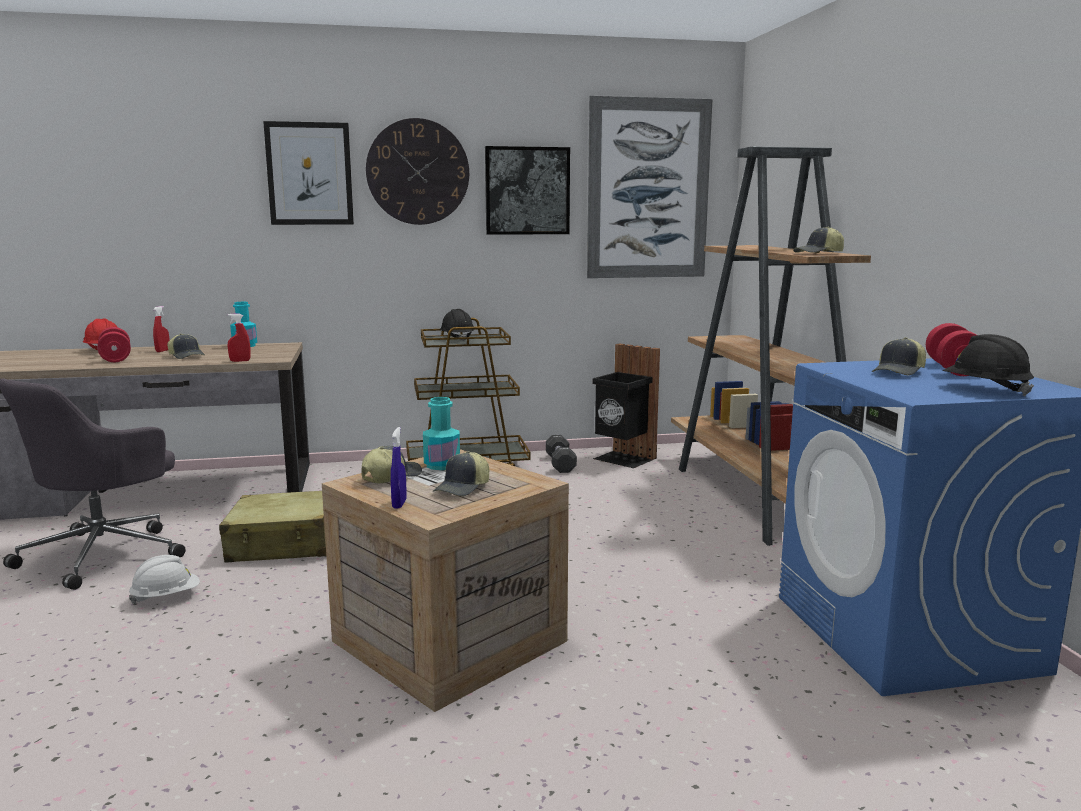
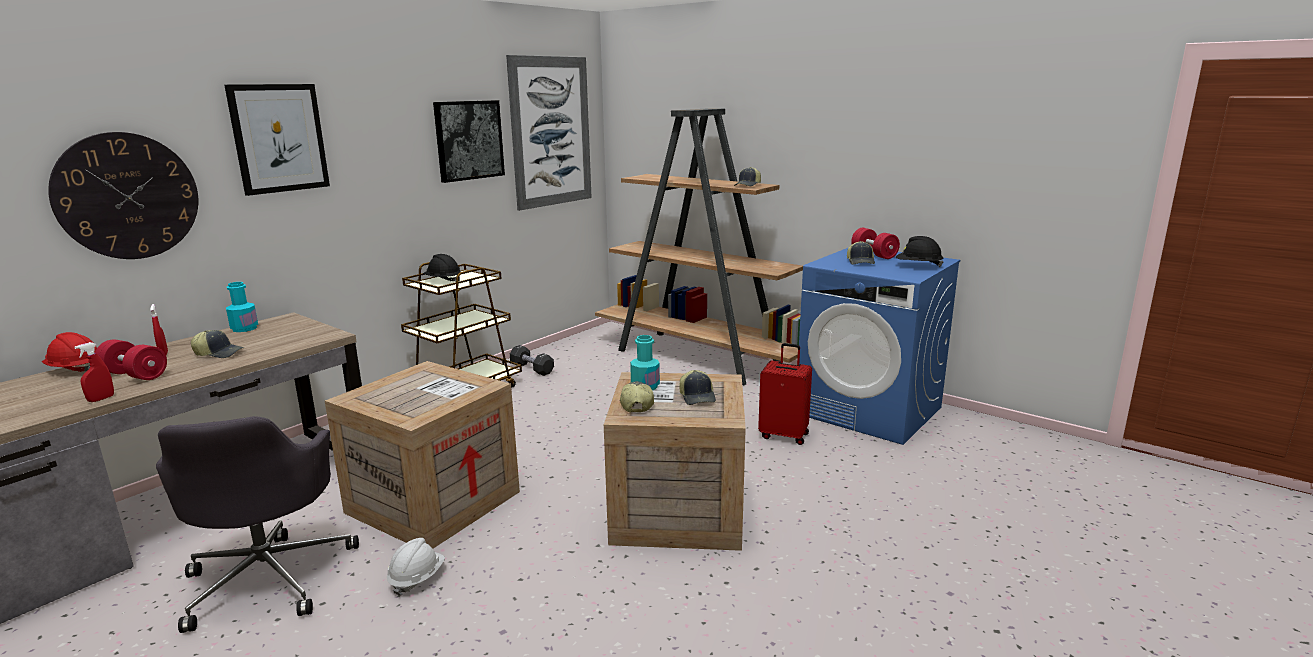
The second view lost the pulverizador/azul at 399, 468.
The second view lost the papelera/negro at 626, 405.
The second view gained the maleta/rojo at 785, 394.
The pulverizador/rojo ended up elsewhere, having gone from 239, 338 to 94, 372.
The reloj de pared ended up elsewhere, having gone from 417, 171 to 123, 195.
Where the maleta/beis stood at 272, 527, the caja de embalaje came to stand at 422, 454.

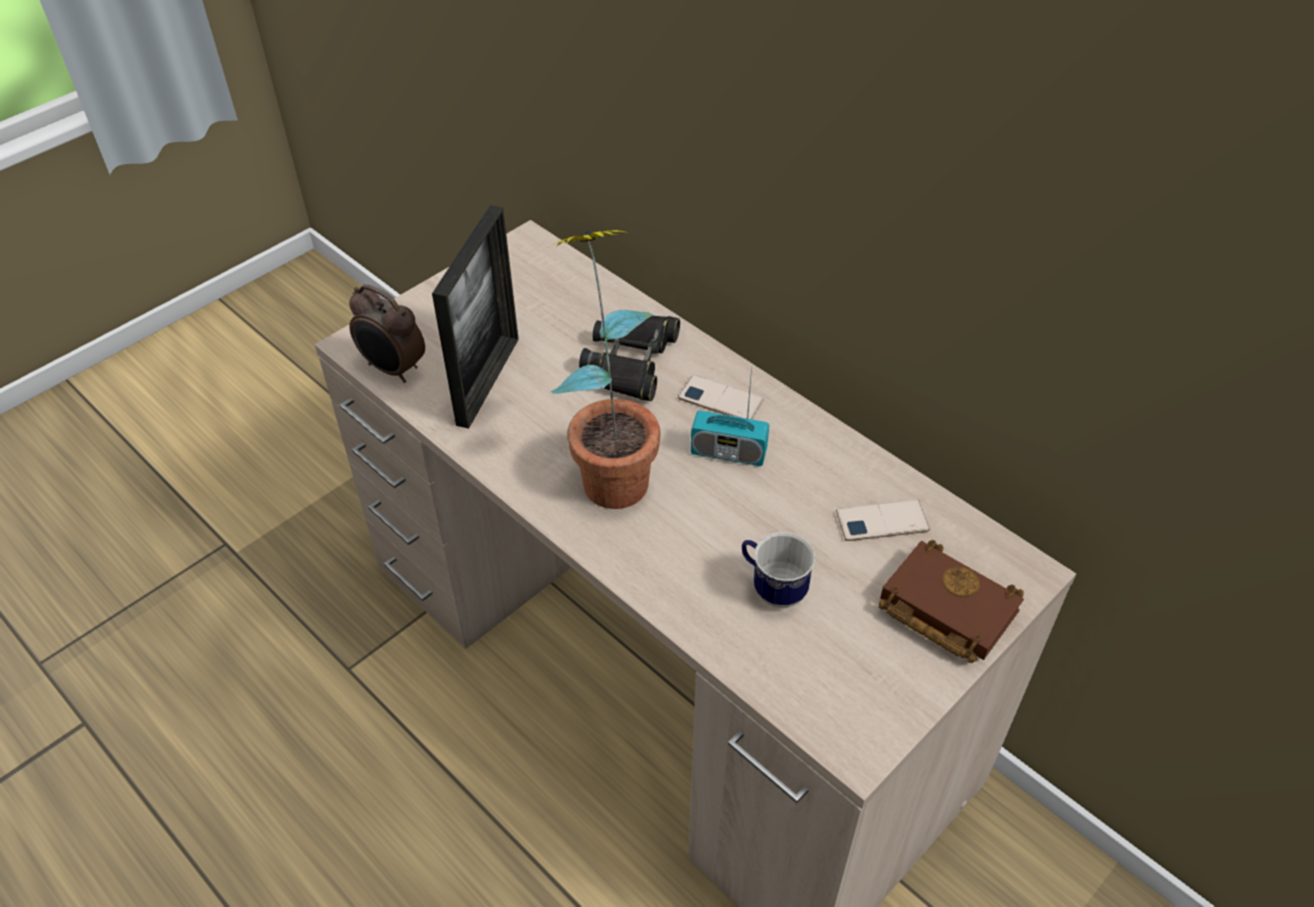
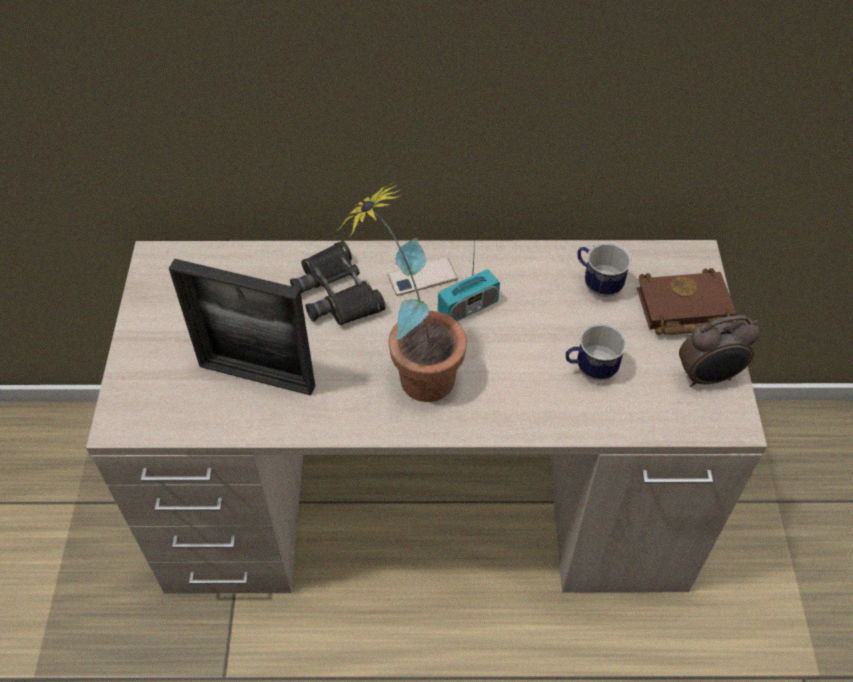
The despertador ended up elsewhere, having gone from 387, 333 to 719, 351.
Where the móvil stood at 883, 520, the taza grande came to stand at 604, 269.
The portarretratos at 475, 317 ended up facing another way, 135 degrees clockwise from before.

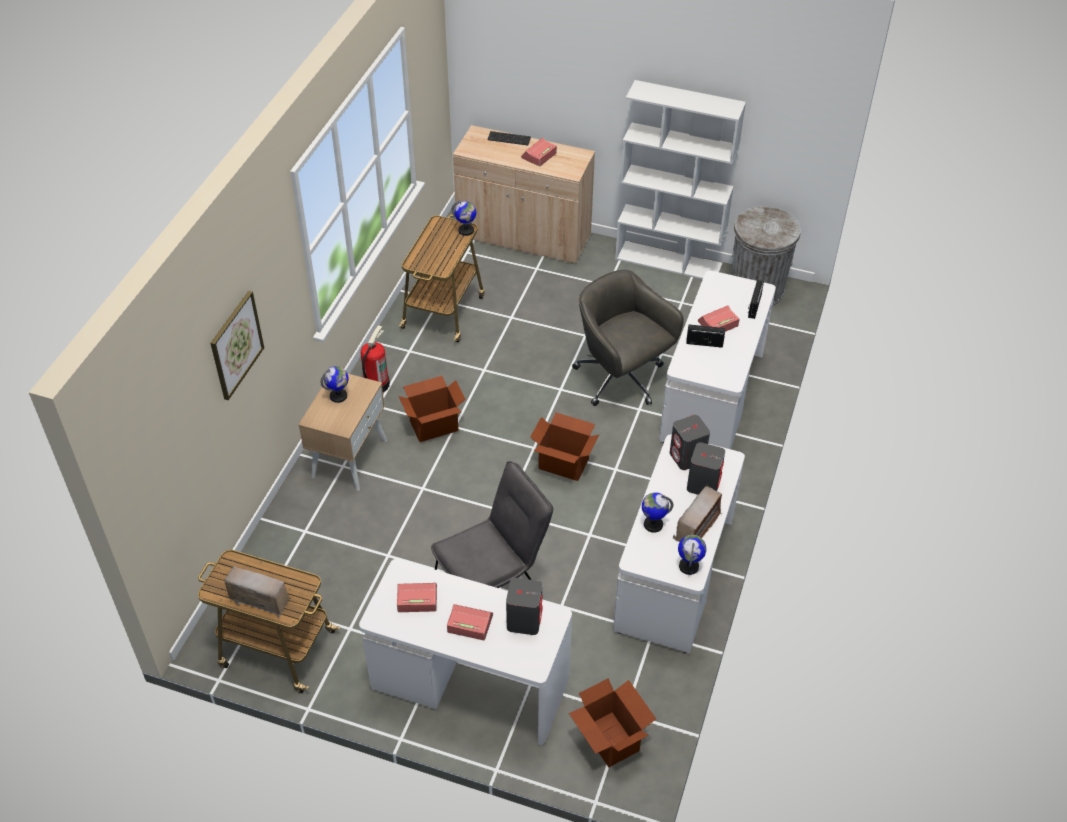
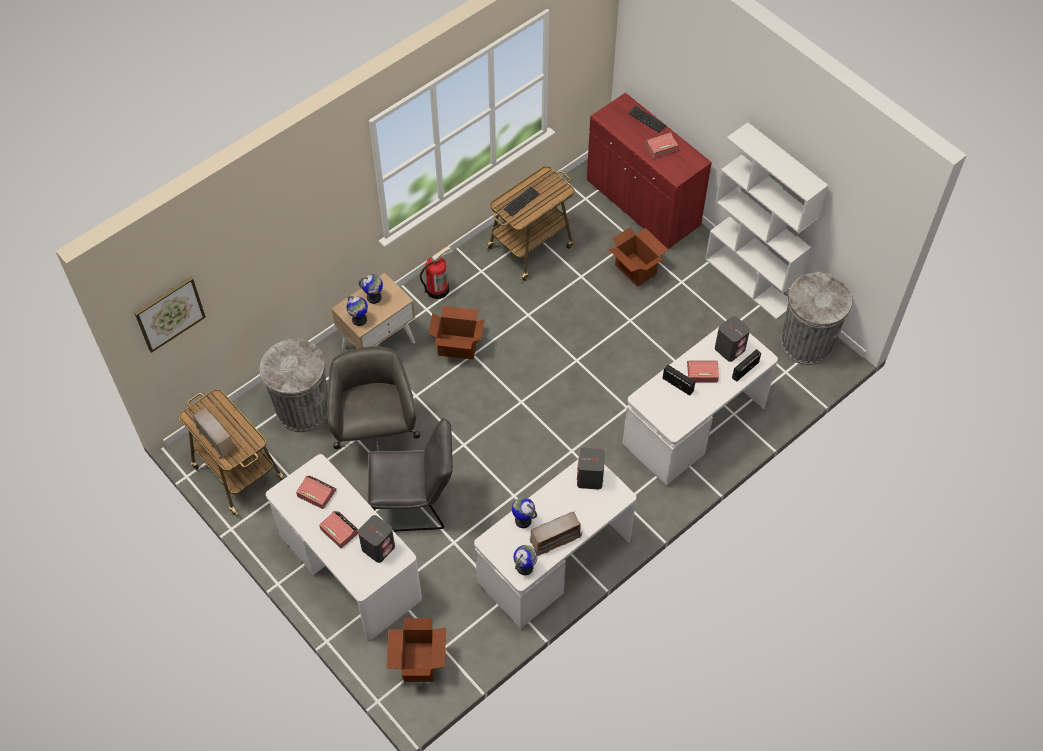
The second view gained the papelera/gris at 294, 385.
The second view gained the teclado at 522, 201.
The cuadro ended up elsewhere, having gone from 237, 345 to 170, 315.
The globo terráqueo ended up elsewhere, having gone from 464, 218 to 357, 311.
The caja de cartón ended up elsewhere, having gone from 564, 446 to 638, 257.
The silla de oficina/gris ended up elsewhere, having gone from 628, 338 to 373, 398.
The altavoz/gris ended up elsewhere, having gone from 706, 468 to 732, 339.
What was the armario/beis at 524, 194 turned into the armario/rojo at 649, 170.

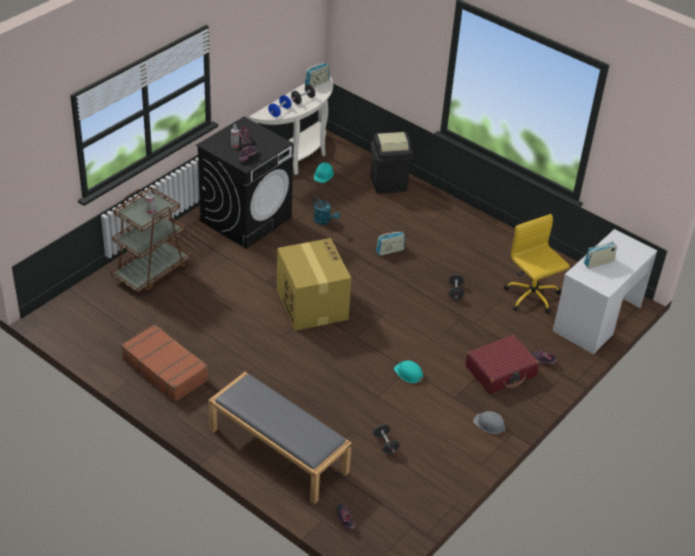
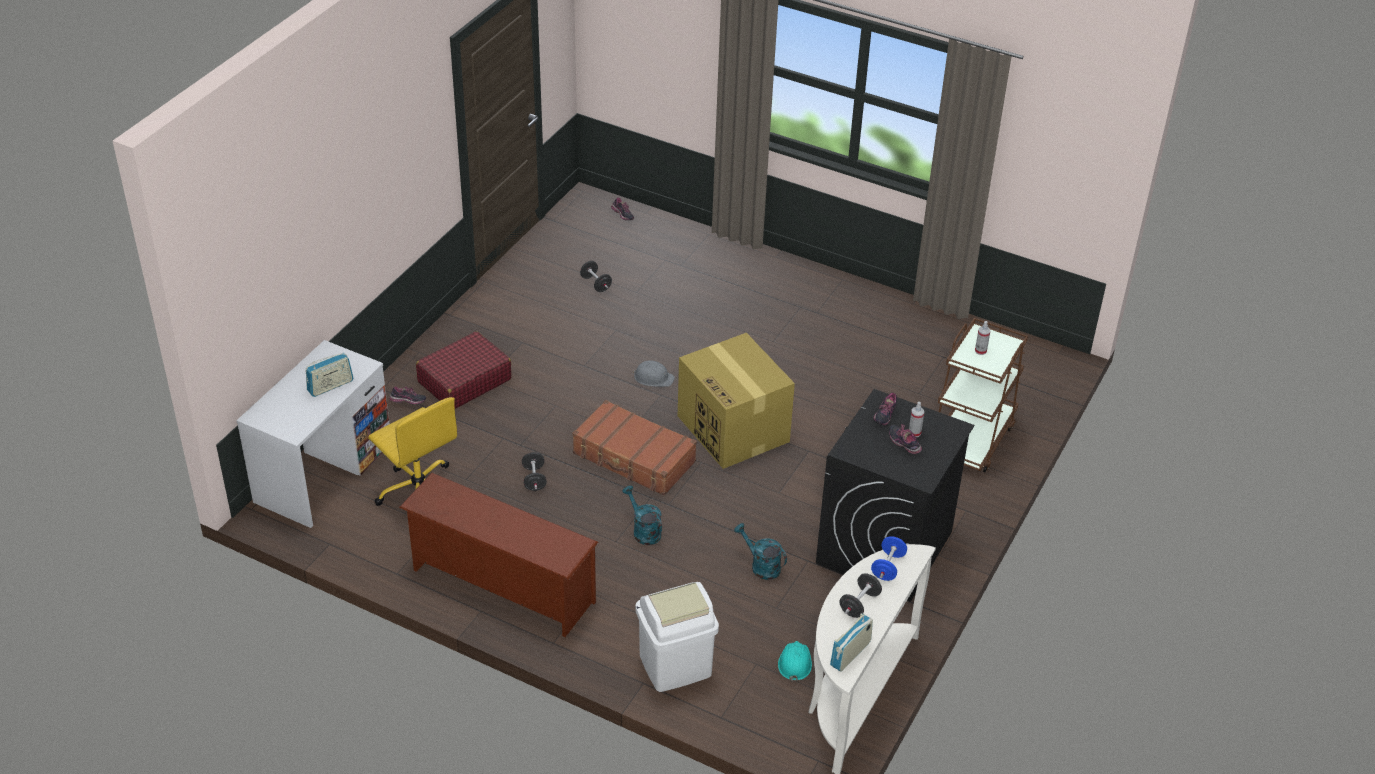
The second view lost the banco/gris at 280, 438.
The second view lost the casco/turquesa at 409, 371.
The second view gained the zapatero/marrón at 499, 555.
The maleta/marrón ended up elsewhere, having gone from 165, 363 to 634, 448.
The casco/gris ended up elsewhere, having gone from 490, 422 to 653, 373.
Where the radio stood at 390, 244, the regadera/turquesa came to stand at 642, 515.
What was the papelera/negro at 392, 163 turned into the papelera/blanco at 677, 637.

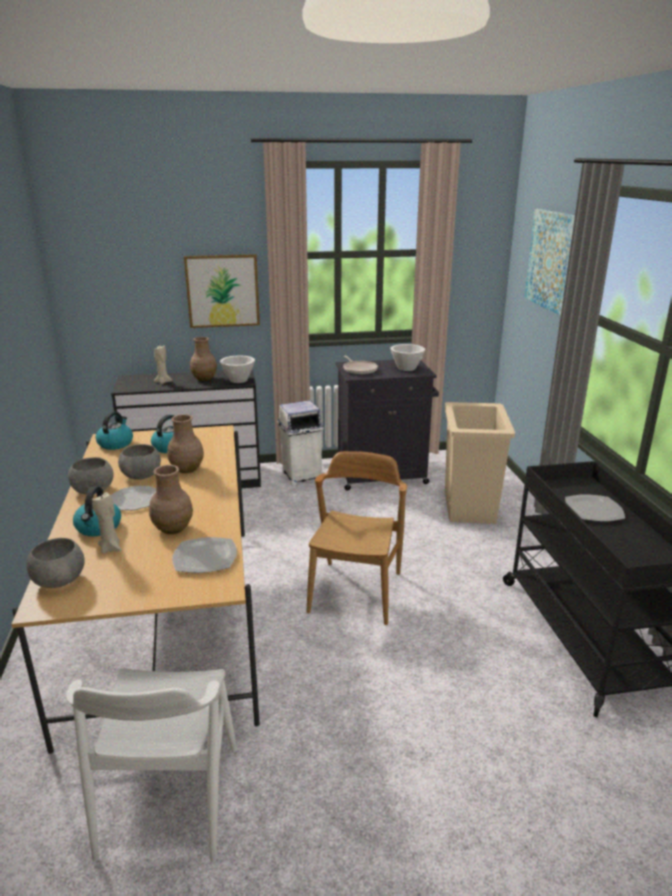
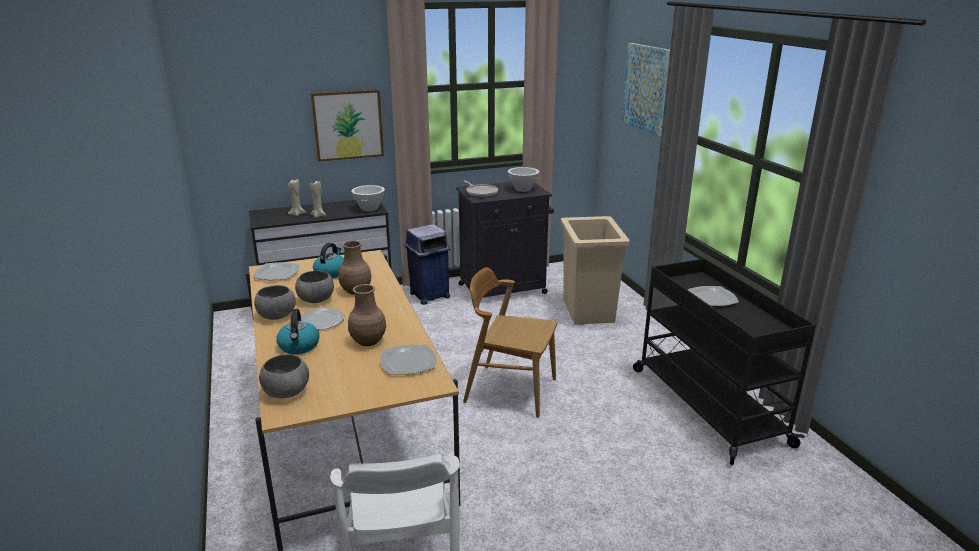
The second view lost the florero/marrón at 203, 359.
The vela/beis ended up elsewhere, having gone from 106, 523 to 318, 199.
Where the hervidor stood at 114, 430, the plato came to stand at 276, 271.
What was the papelera/blanco at 300, 443 turned into the papelera/azul at 427, 264.
The silla/marrón at 356, 538 ended up facing another way, 75 degrees counterclockwise from before.

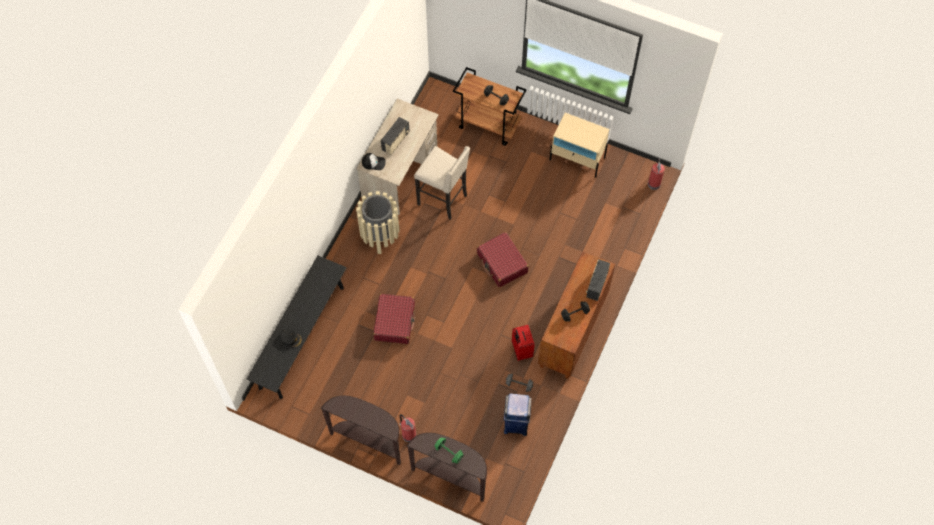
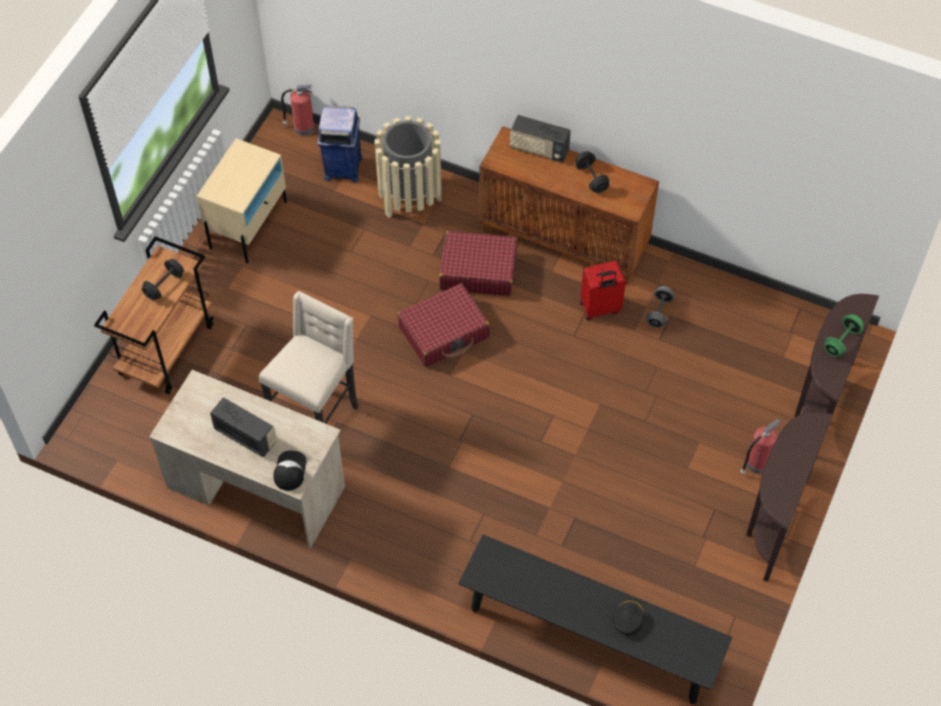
The papelera/beis ended up elsewhere, having gone from 377, 222 to 408, 167.
The maleta/rojo ended up elsewhere, having gone from 394, 319 to 478, 263.
The papelera/azul ended up elsewhere, having gone from 518, 414 to 339, 144.

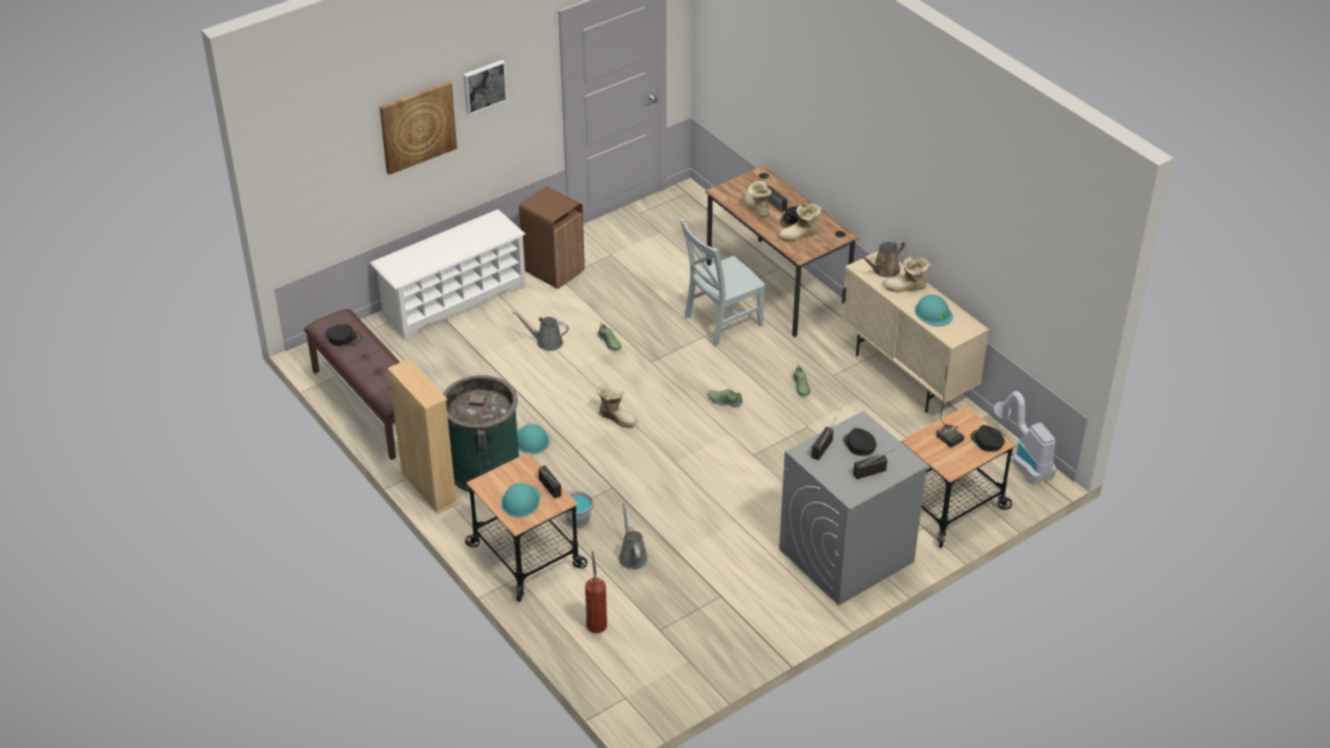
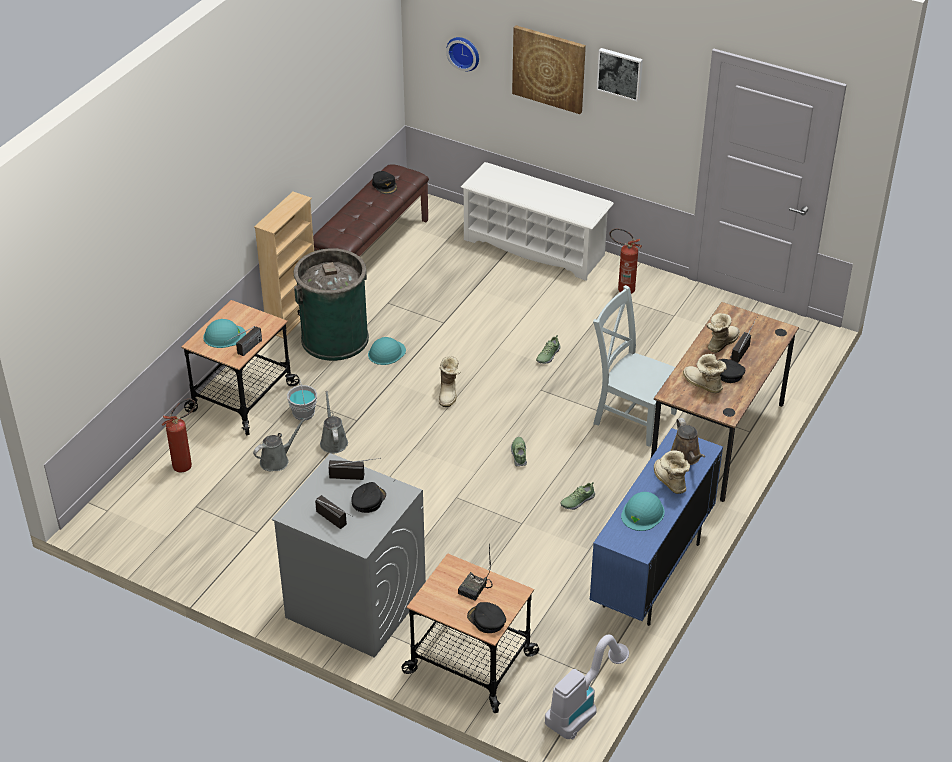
The second view gained the reloj de pared at 462, 54.
The regadera/gris ended up elsewhere, having gone from 541, 331 to 334, 422.
Where the papelera/marrón stood at 552, 237, the extintor came to stand at 626, 261.
What was the armario/beis at 915, 332 turned into the armario/azul at 656, 527.
The regadera/marrón at 881, 258 ended up facing another way, 135 degrees counterclockwise from before.
The gorra/negro at 987, 438 ended up facing another way, 75 degrees counterclockwise from before.

